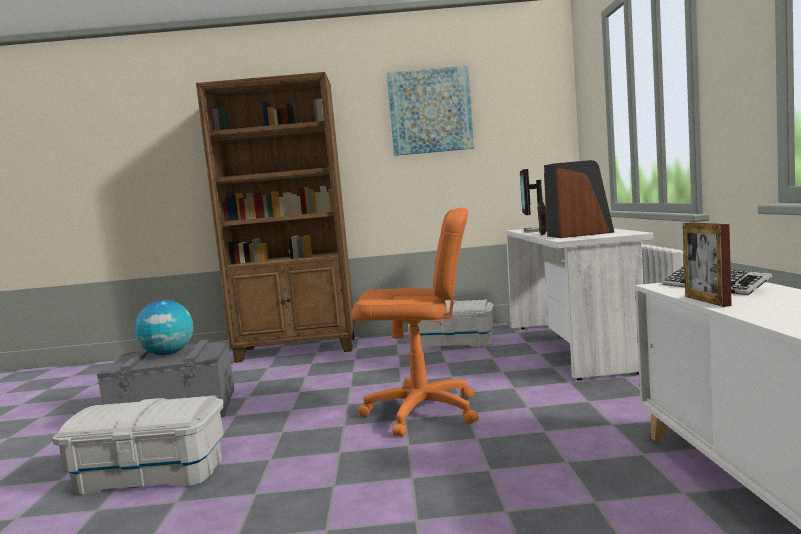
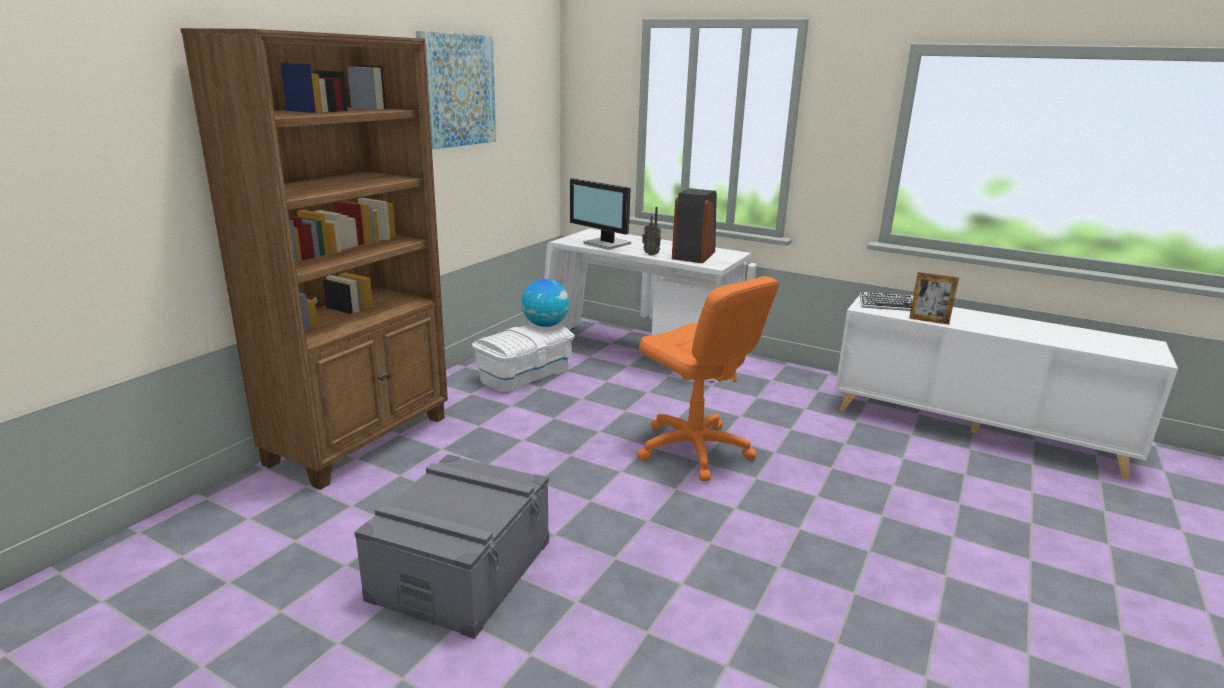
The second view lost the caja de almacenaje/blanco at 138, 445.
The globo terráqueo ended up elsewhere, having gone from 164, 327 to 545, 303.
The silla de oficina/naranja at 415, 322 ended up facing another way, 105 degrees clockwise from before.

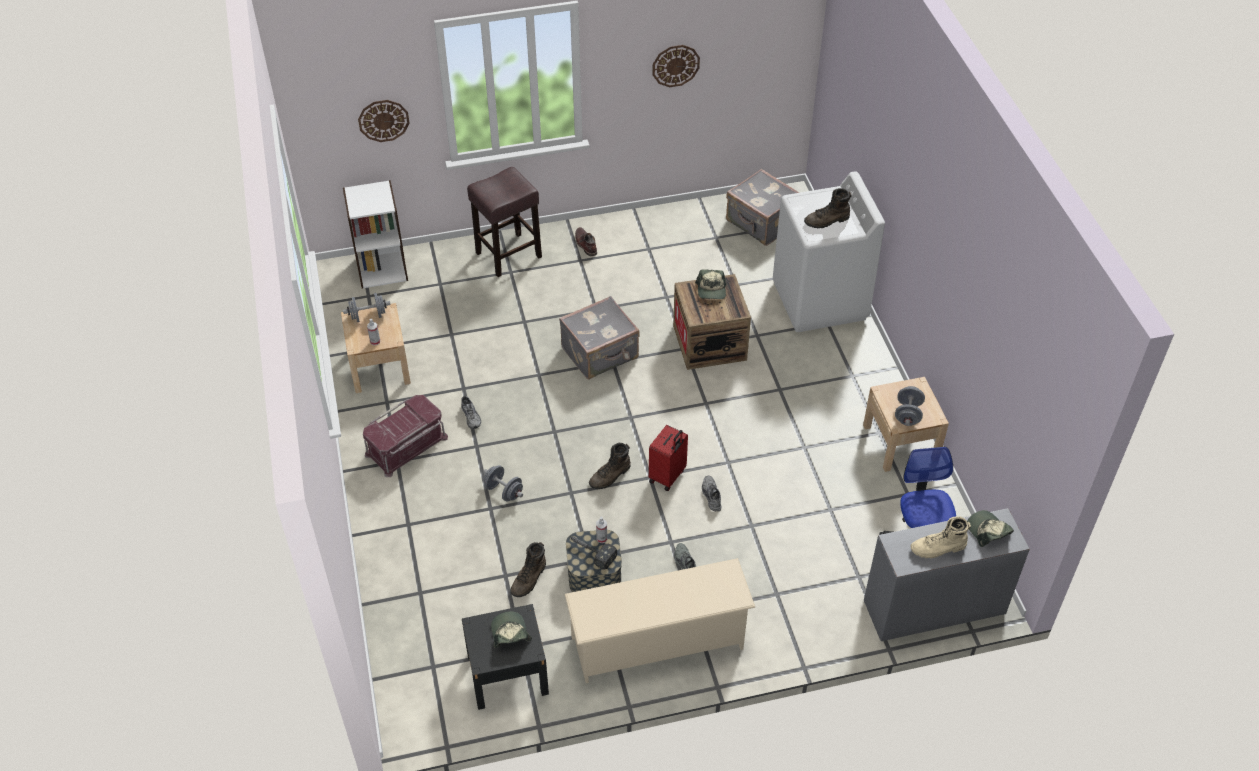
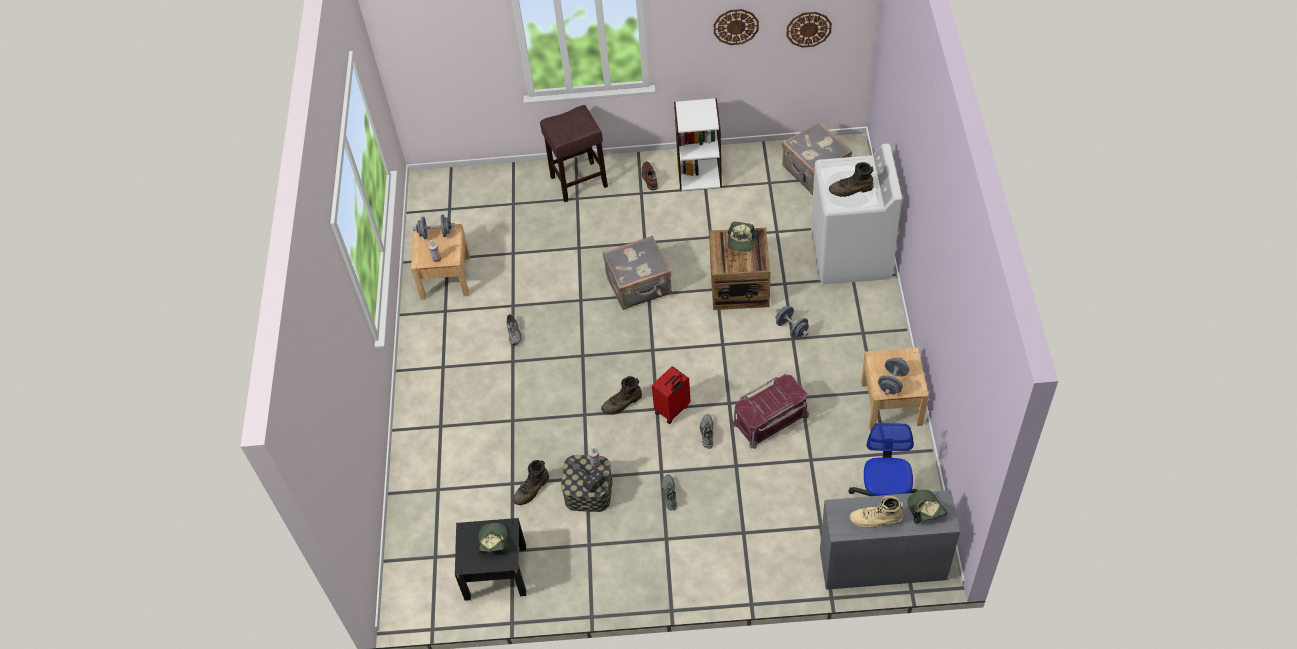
The second view lost the zapatero/beis at 660, 620.
The estantería/blanco ended up elsewhere, having gone from 375, 234 to 698, 144.
The reloj de pared ended up elsewhere, having gone from 384, 121 to 809, 30.
The caja de almacenaje/rojo ended up elsewhere, having gone from 405, 436 to 770, 411.
The mancuerna/gris ended up elsewhere, having gone from 503, 483 to 792, 322.

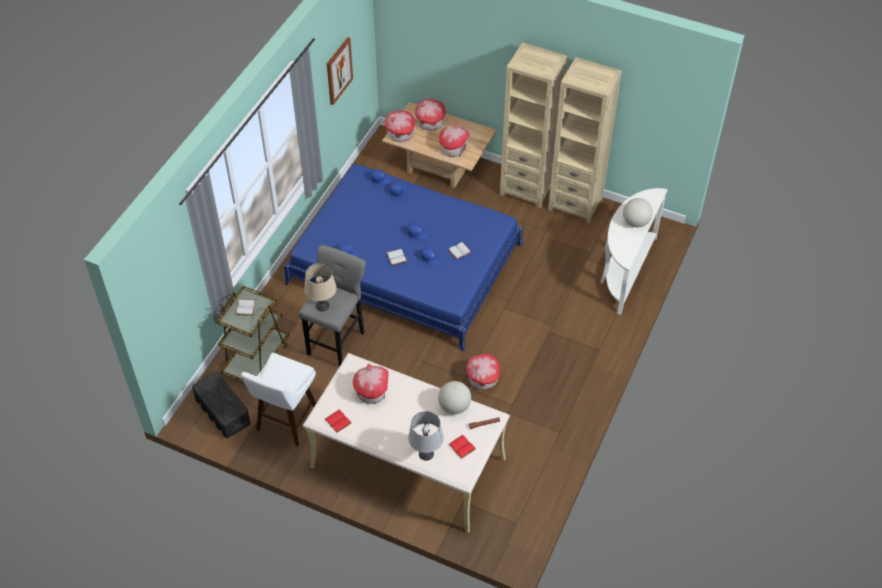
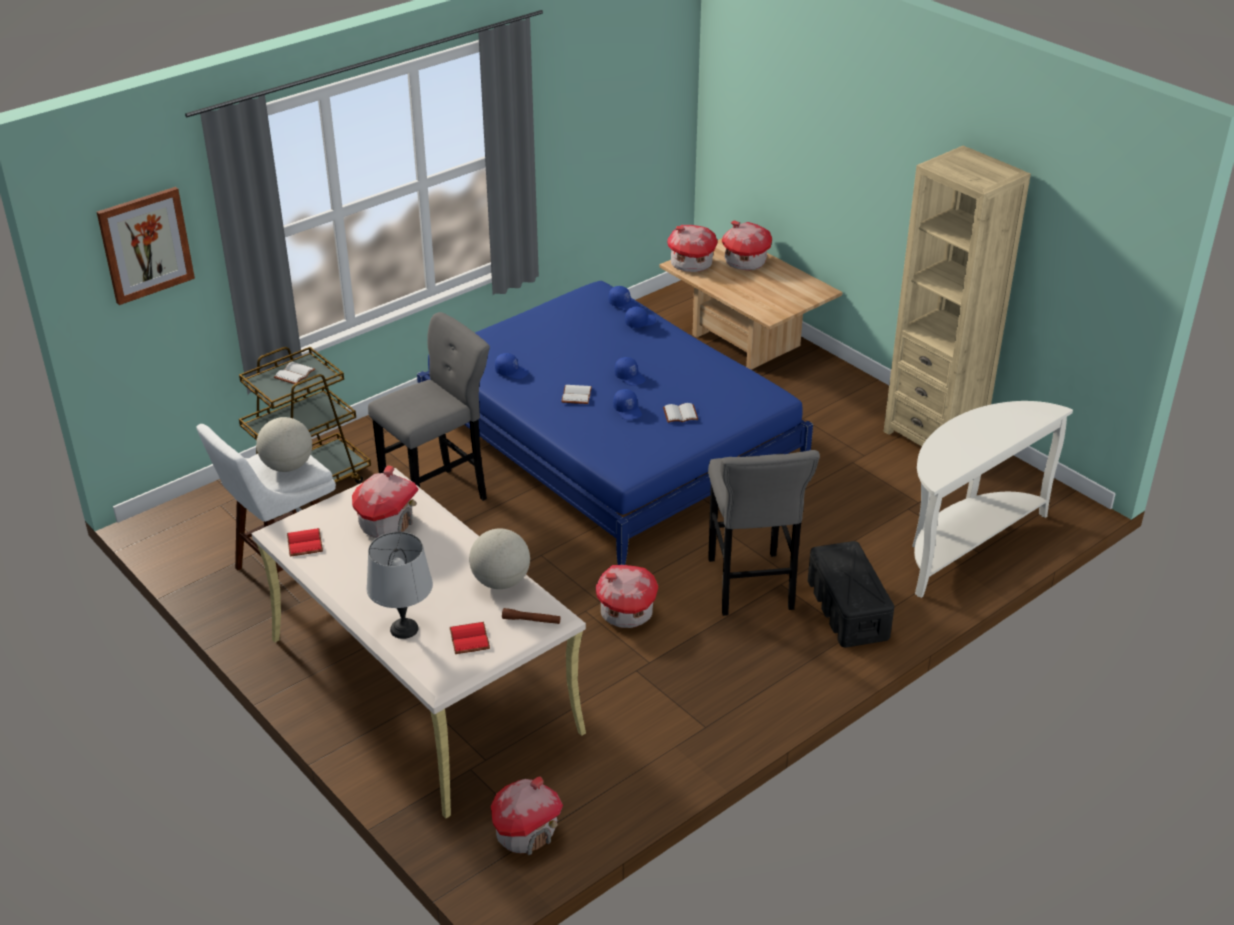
The second view lost the lámpara de mesa/beis at 320, 287.
The second view lost the estantería/beis at 533, 125.
The second view gained the taburete/gris at 764, 533.
The caja de almacenaje/negro ended up elsewhere, having gone from 221, 405 to 851, 594.
The cuadro ended up elsewhere, having gone from 340, 71 to 146, 246.
The casita ended up elsewhere, having gone from 454, 140 to 527, 815.
The globo terráqueo ended up elsewhere, having gone from 638, 212 to 284, 444.

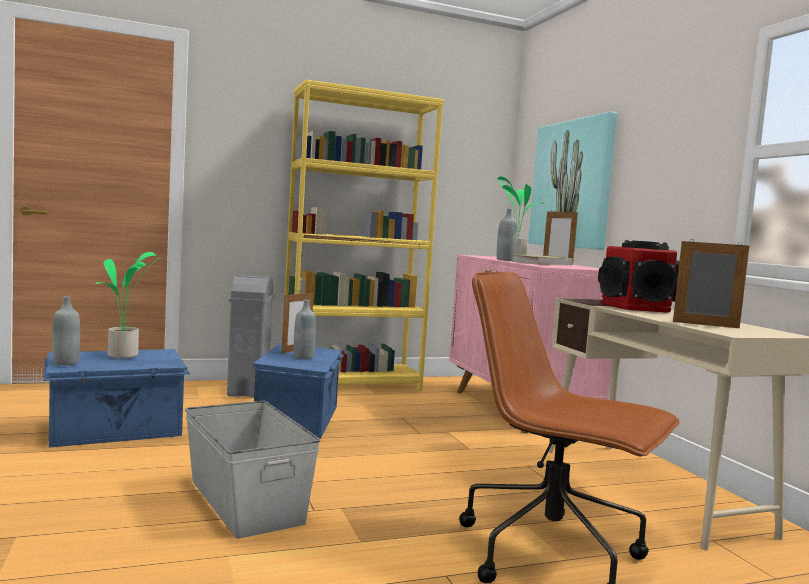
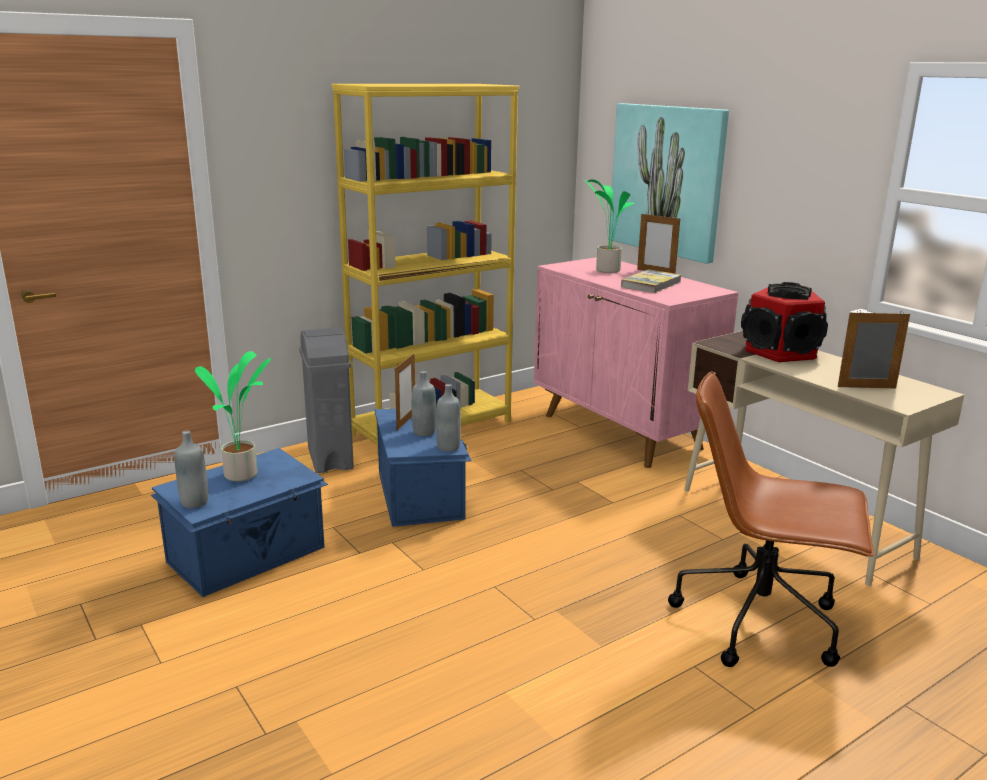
The second view lost the caja de almacenaje/gris at 253, 470.
The botella/gris ended up elsewhere, having gone from 507, 235 to 448, 418.

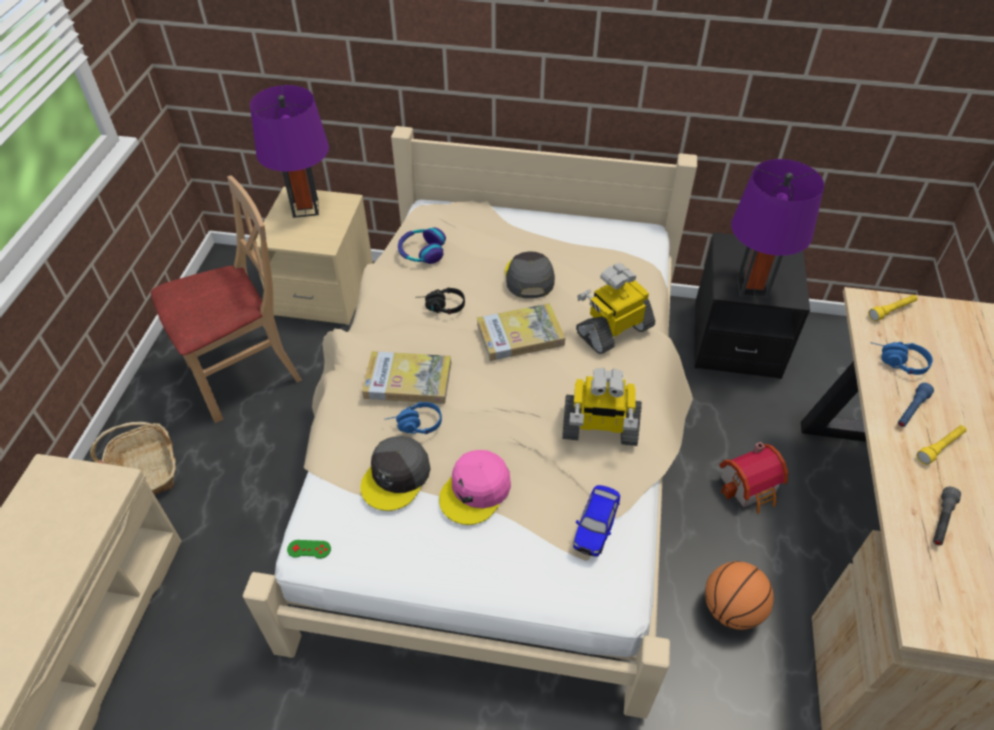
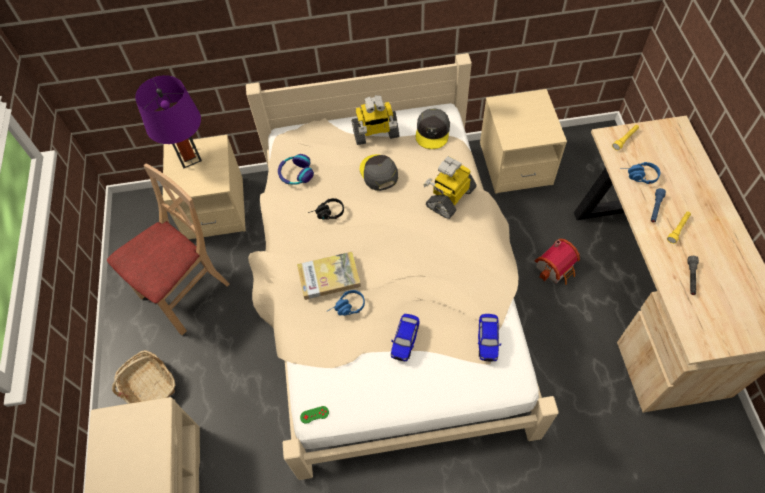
The second view lost the libro at 521, 332.
The second view lost the balón de baloncesto at 739, 595.
The second view lost the lámpara de mesa/morado at 777, 229.
The gorra/gris ended up elsewhere, having gone from 395, 473 to 433, 129.
The robot de juguete ended up elsewhere, having gone from 602, 407 to 375, 120.
Where the gorra/rosa stood at 475, 487, the coche de juguete came to stand at 405, 337.
What was the mesita de noche/negro at 752, 305 turned into the mesita de noche/beis at 523, 141.

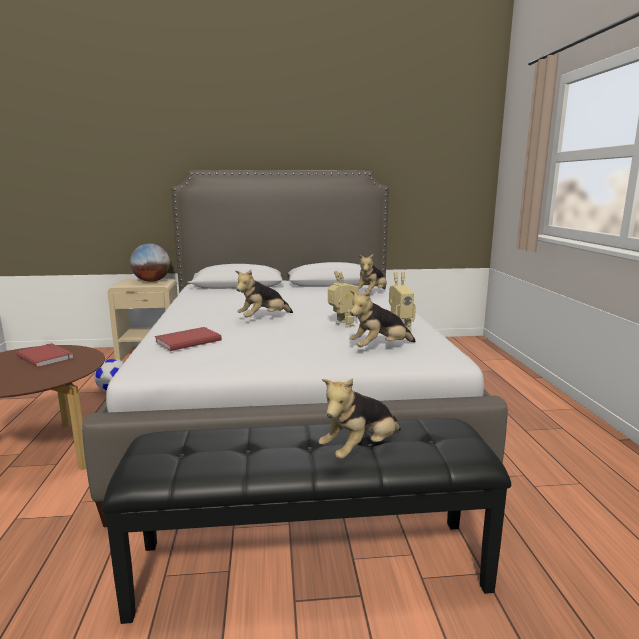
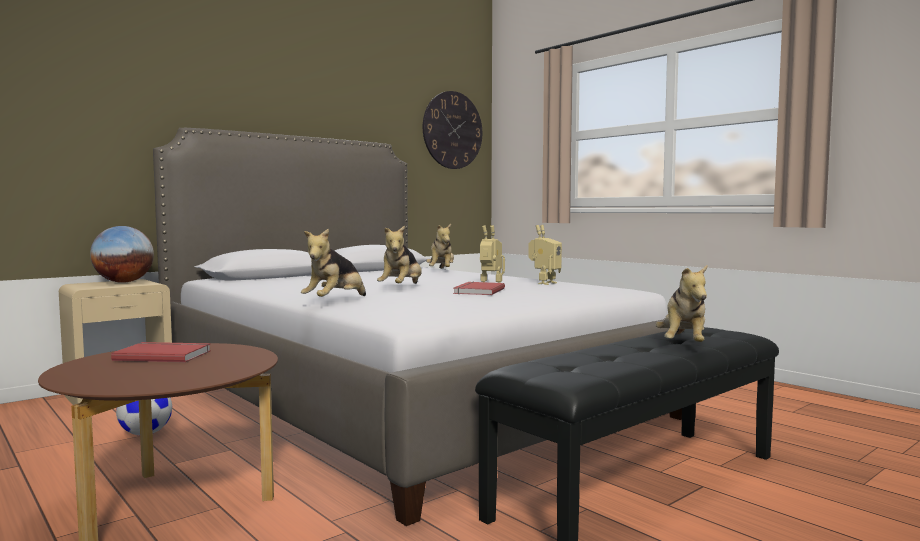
The second view gained the reloj de pared at 452, 130.
The libro/rojo ended up elsewhere, having gone from 188, 339 to 479, 288.
The peluche ended up elsewhere, having gone from 382, 318 to 333, 262.

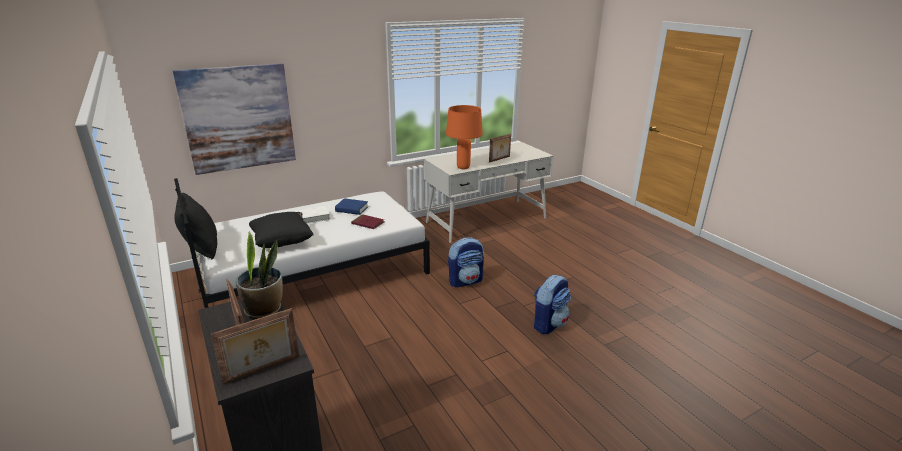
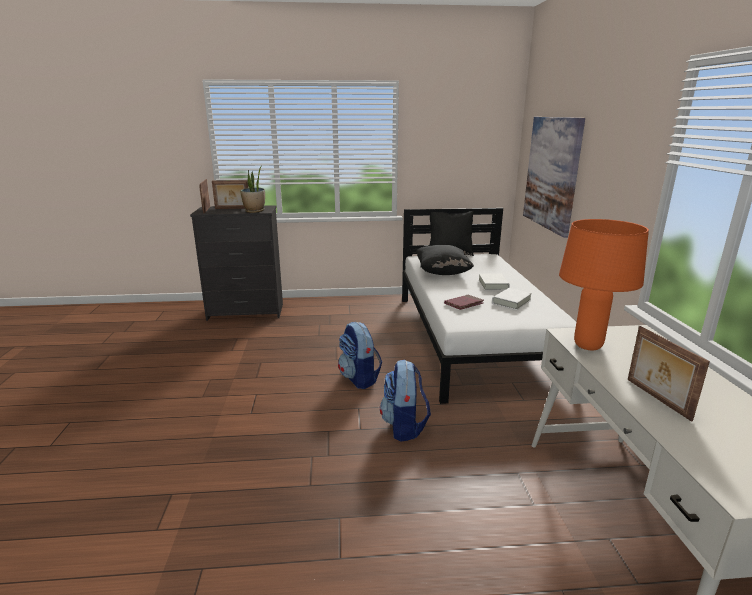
The mochila ended up elsewhere, having gone from 552, 304 to 360, 355.
What was the libro/azul at 351, 206 turned into the libro/blanco at 512, 299.

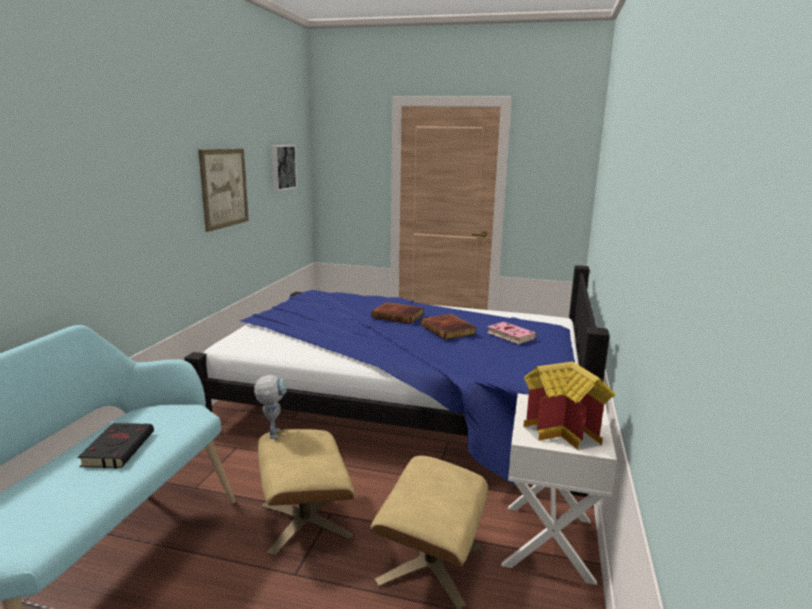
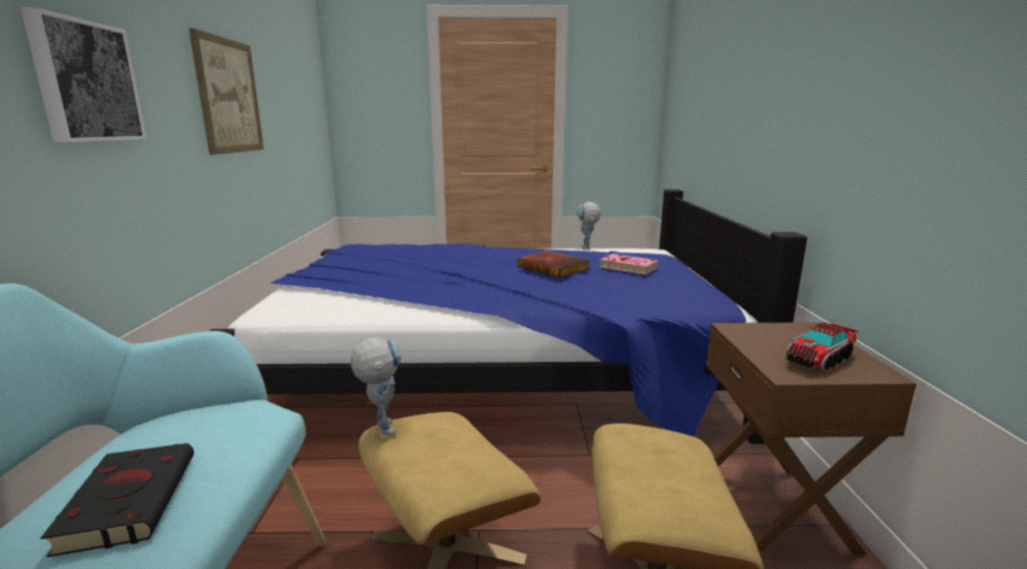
The second view lost the libro at 398, 313.
The second view gained the robot de juguete at 589, 225.
The cuadro ended up elsewhere, having gone from 284, 168 to 84, 75.
Where the casita stood at 569, 406, the camión de juguete came to stand at 821, 346.
What was the mesita de noche/blanco at 559, 489 turned into the mesita de noche/marrón at 811, 438.

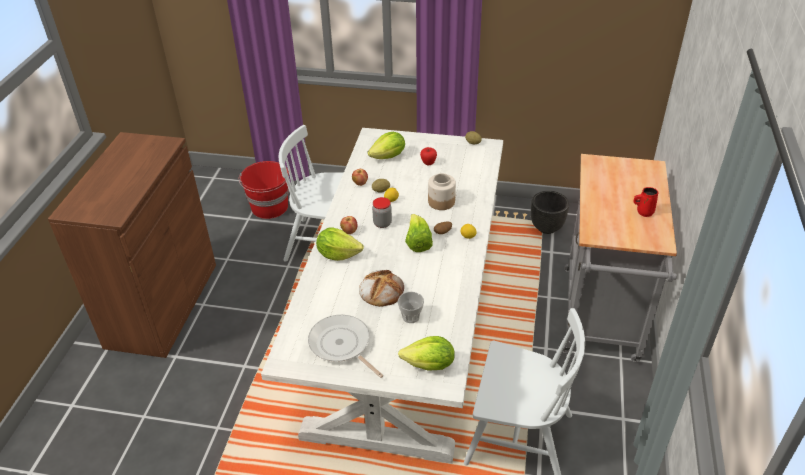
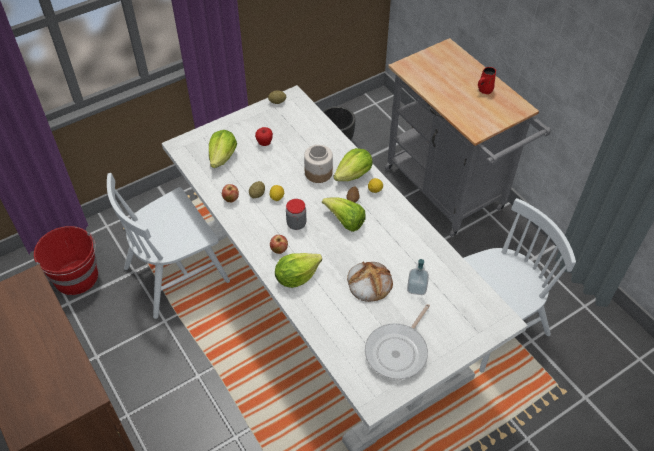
The lechuga ended up elsewhere, having gone from 426, 353 to 353, 164.
Where the taza stood at 411, 307, the dispensador de jabón came to stand at 418, 277.
The sartén at 346, 346 ended up facing another way, 60 degrees counterclockwise from before.

